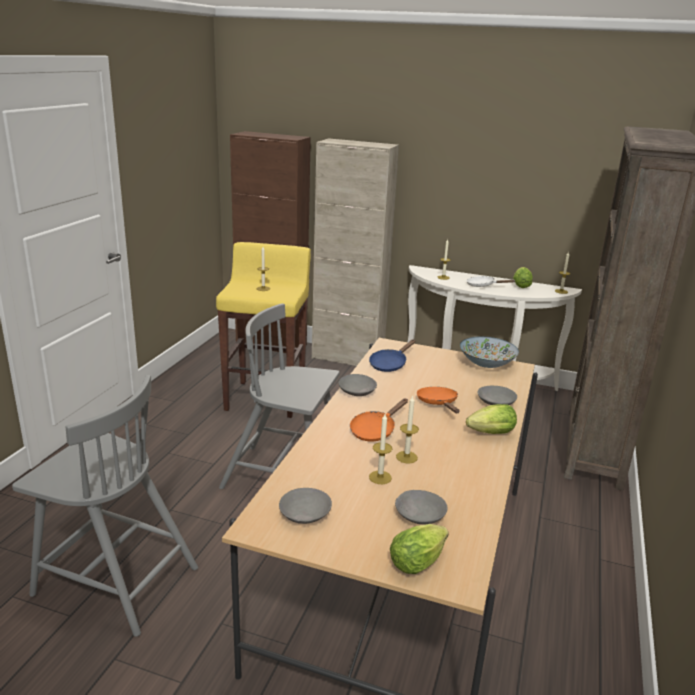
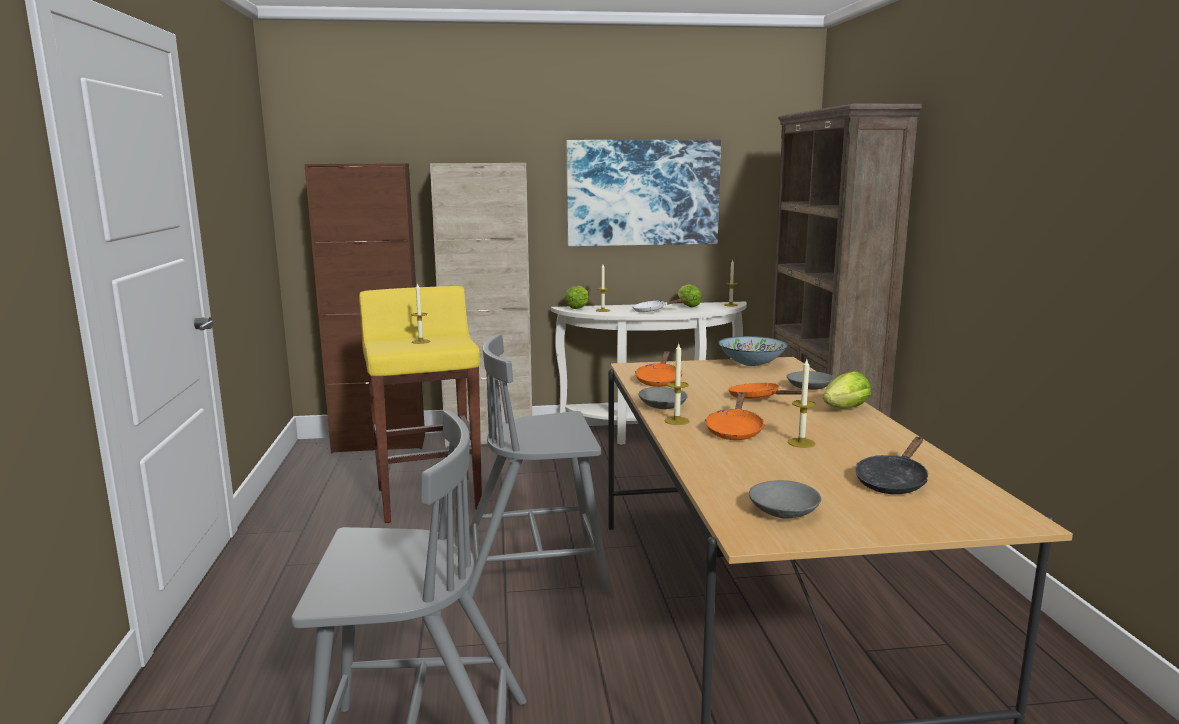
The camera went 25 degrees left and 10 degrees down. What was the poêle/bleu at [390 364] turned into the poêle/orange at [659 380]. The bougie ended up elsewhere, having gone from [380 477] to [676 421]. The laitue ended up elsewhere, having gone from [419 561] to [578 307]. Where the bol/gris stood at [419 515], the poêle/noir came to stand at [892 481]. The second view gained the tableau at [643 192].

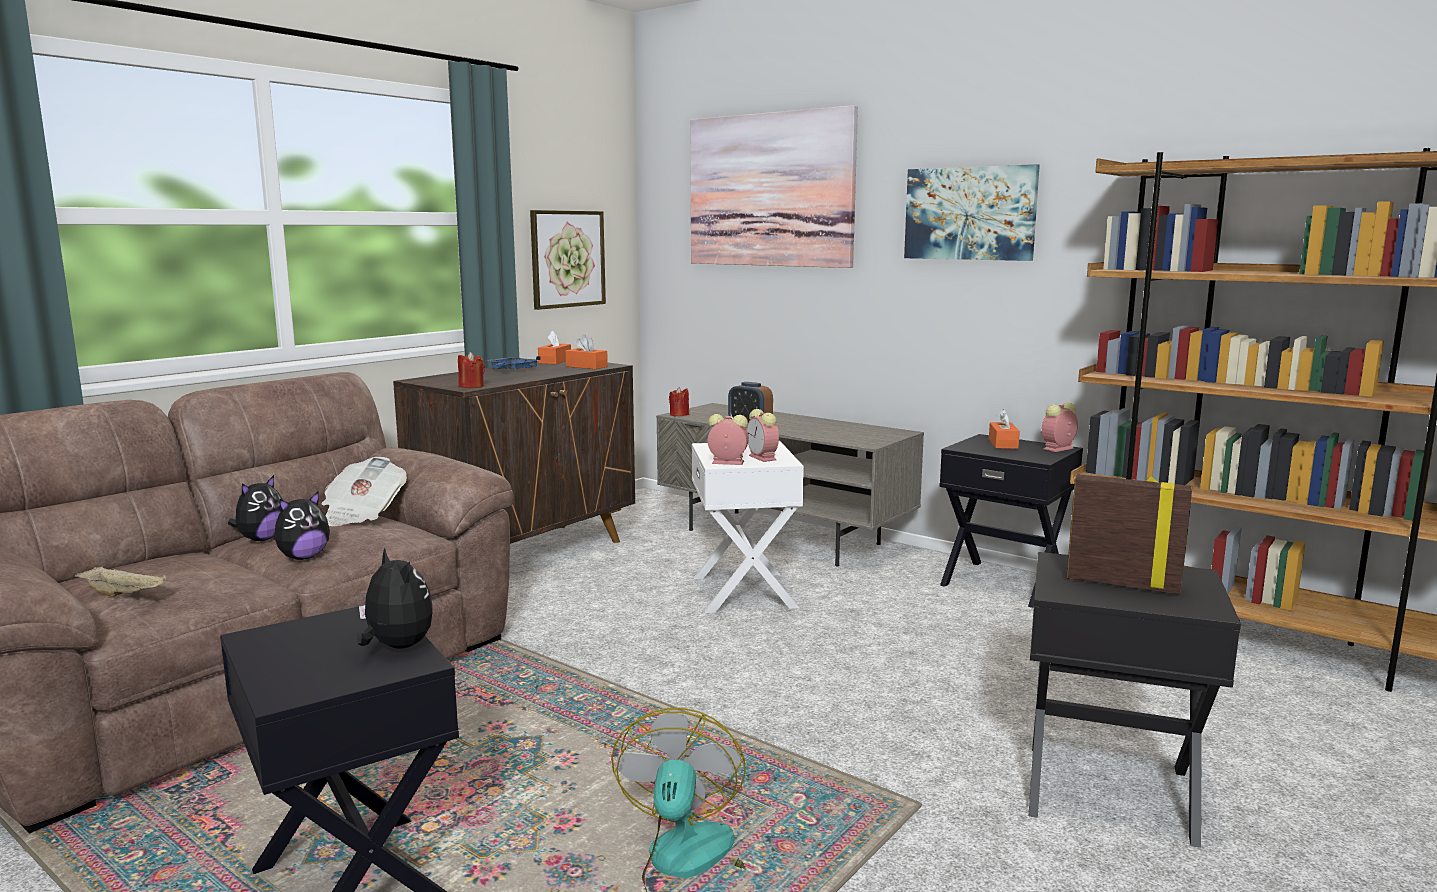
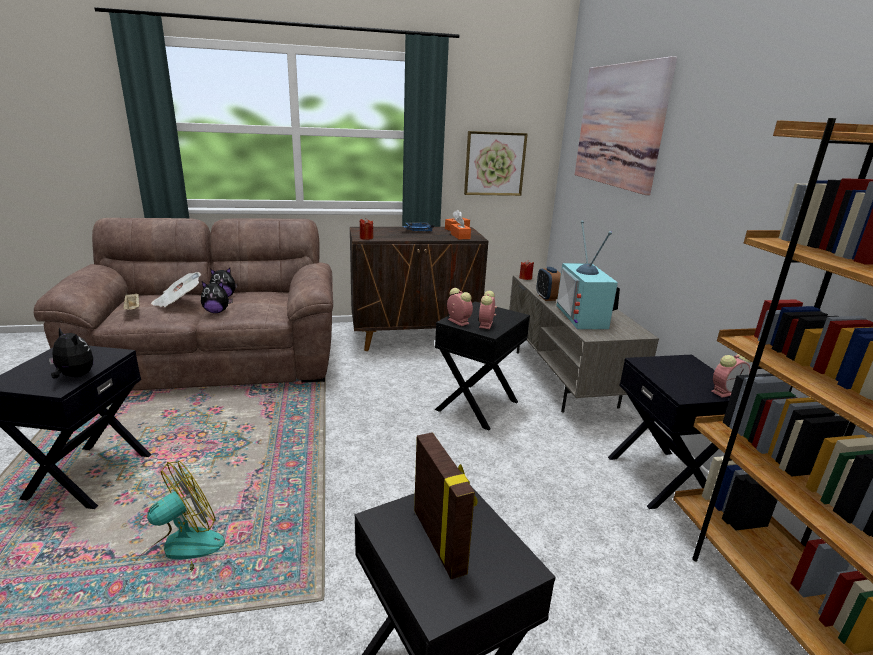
The camera went 40 degrees right and 10 degrees up. The journal ended up elsewhere, having gone from [362 514] to [178 302]. The peluche at [396 647] ended up facing another way, 60 degrees counterclockwise from before. What was the table d'appoint/blanc at [746 592] turned into the table d'appoint/noir at [478 406]. The second view lost the tableau at [970 213]. The second view lost the boîte à mouchoirs/orange at [1003 444]. The réveil at [1057 449] ended up facing another way, 150 degrees clockwise from before. The second view gained the téléviseur at [585 317].

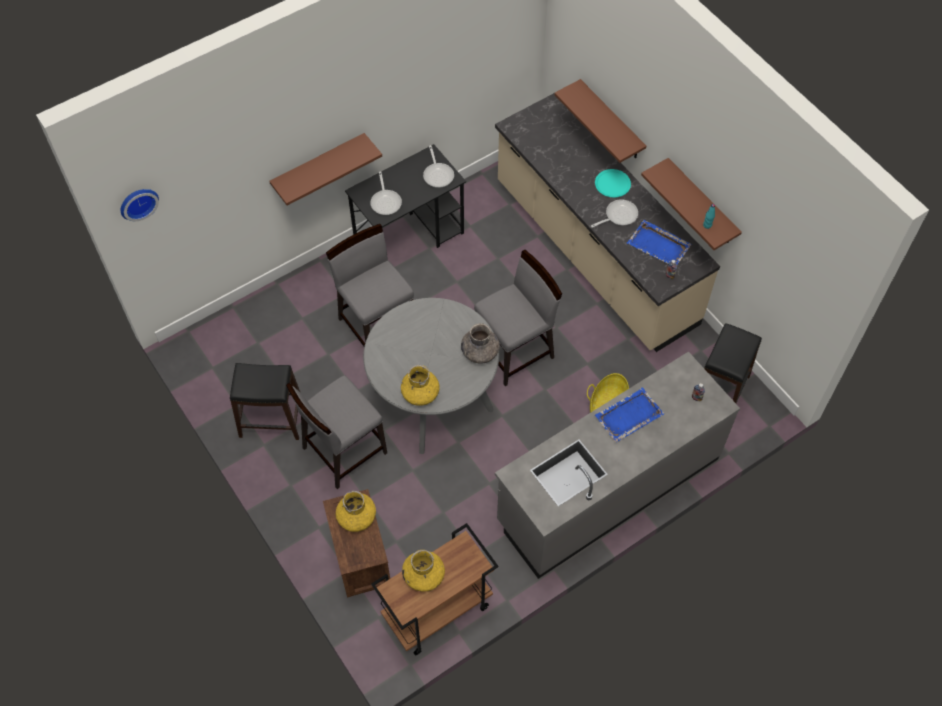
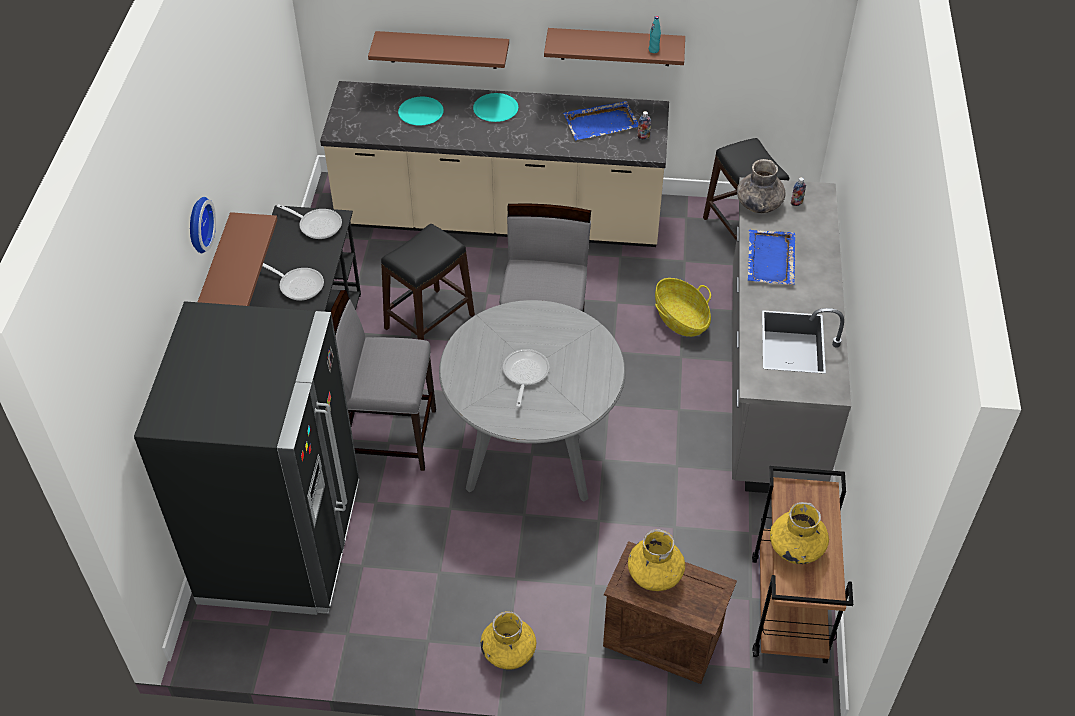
The camera went 50 degrees left and 10 degrees down. The horloge murale ended up elsewhere, having gone from [138 202] to [197 224]. The tabouret/noir ended up elsewhere, having gone from [272 420] to [430 322]. The second view lost the chaise/gris at [343 450]. The vase/jaune ended up elsewhere, having gone from [420 393] to [508 651]. The vase/gris ended up elsewhere, having gone from [480 352] to [758 203]. The poêle ended up elsewhere, having gone from [618 216] to [524 374]. The second view gained the réfrigérateur/noir at [281 543]. The second view gained the assiette/turquoise at [421 112].

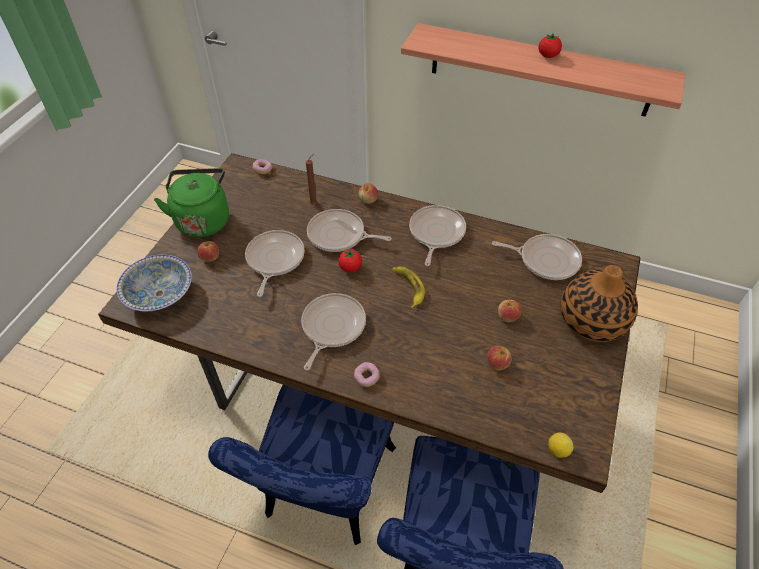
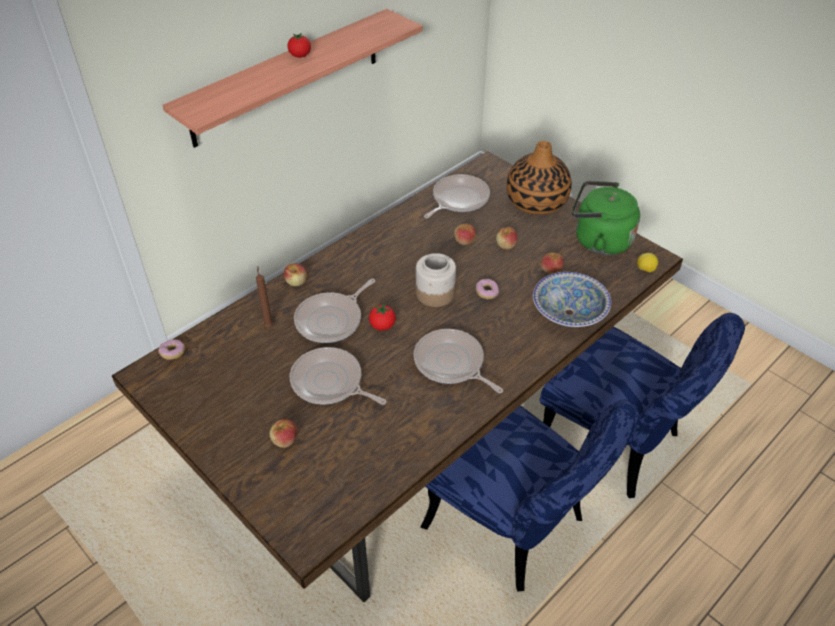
The camera went 65 degrees left and 5 degrees down. The bol ended up elsewhere, having gone from [159 294] to [569 312]. The bouilloire/vert ended up elsewhere, having gone from [203 219] to [598 240]. The beignet ended up elsewhere, having gone from [366 377] to [487 293]. Where the banane stood at [408 287], the bocal came to stand at [435 294]. The second view lost the poêle at [436 233]. The second view gained the pomme at [464 241].

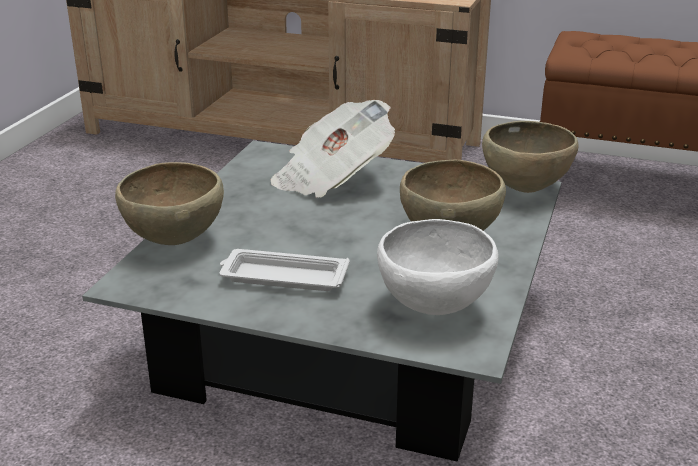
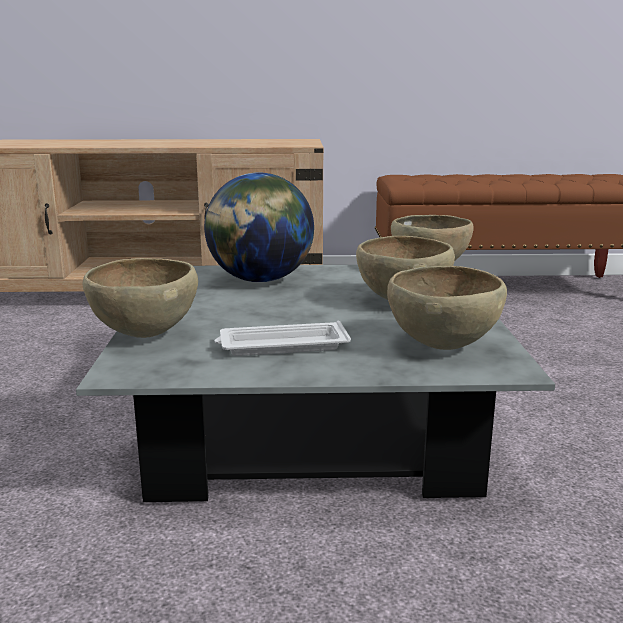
The camera went 20 degrees left and 10 degrees down. Where the journal stood at [332 178], the globe came to stand at [260 280]. What was the bol/blanc at [435 307] turned into the bol/marron at [443 346].

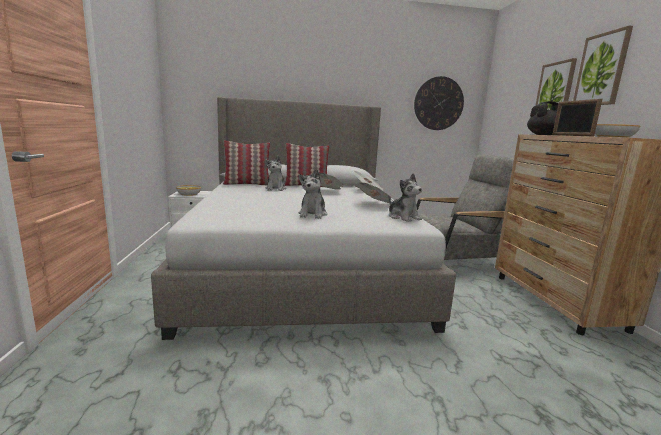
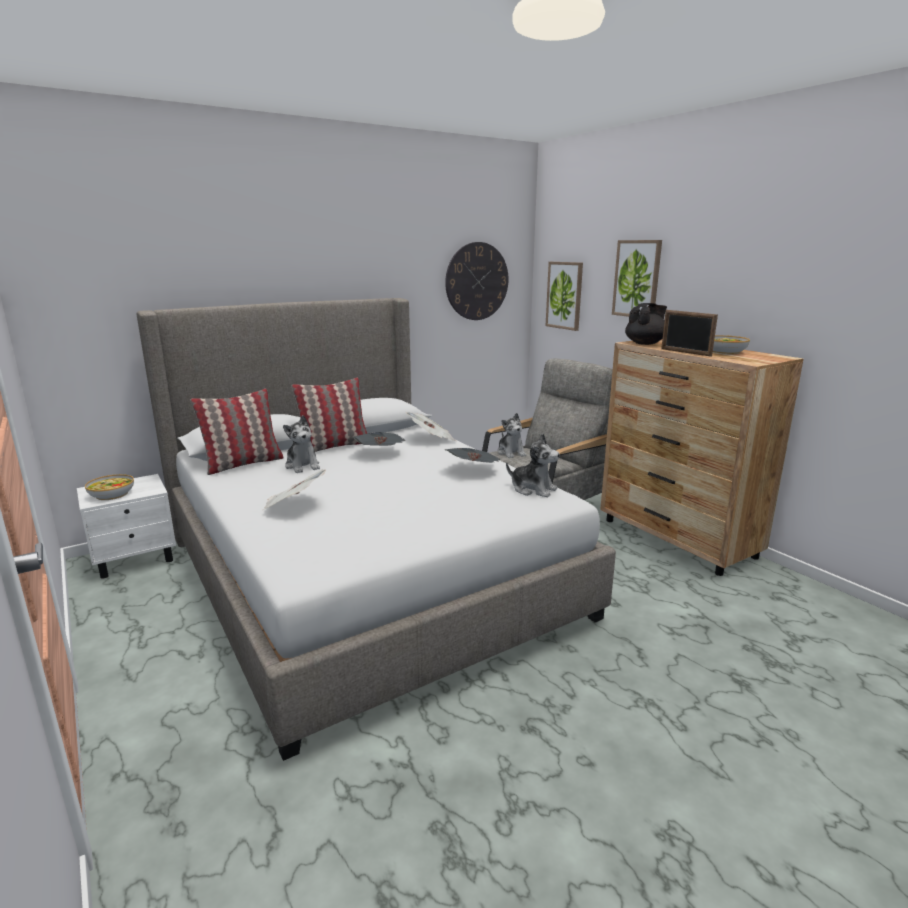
The camera went 25 degrees left and 5 degrees up. The peluche ended up elsewhere, having gone from [312 214] to [511 453]. The tableau ended up elsewhere, having gone from [601 69] to [564 295]. The second view gained the journal at [294 505].

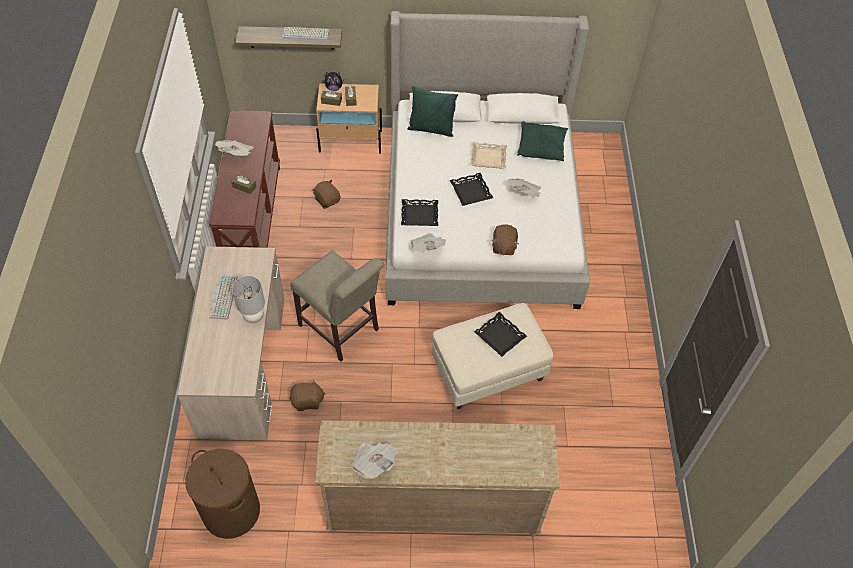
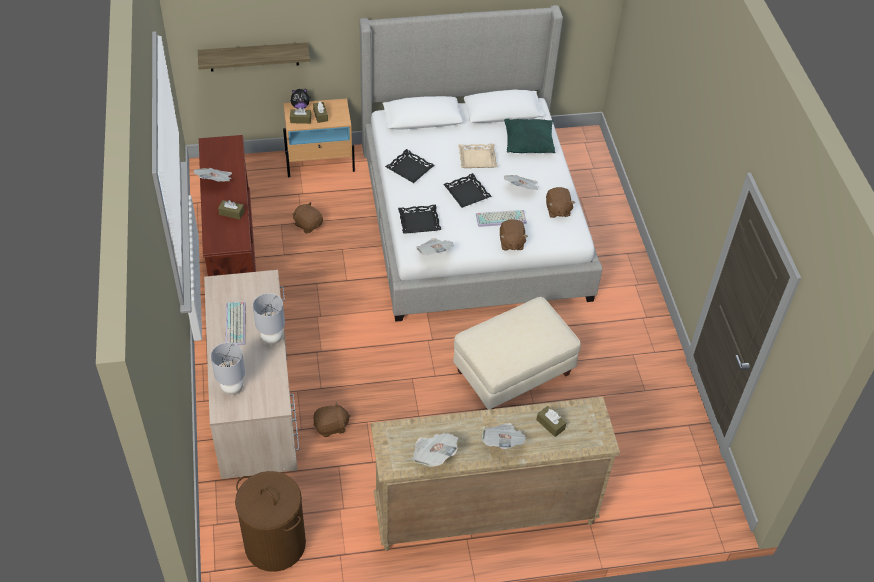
The camera went 10 degrees left and 5 degrees down. The clavier ended up elsewhere, having gone from [306 34] to [501 218]. The second view lost the chaise/beige at [341 330]. The second view lost the coussin/vert at [431 129]. The plateau/noir ended up elsewhere, having gone from [500 336] to [410 169]. The second view gained the lampe de table/gris at [232 388]. The second view gained the journal at [502 442]. The second view gained the boîte à mouchoirs/marron at [550 424]. The second view gained the peluche/marron at [557 210].

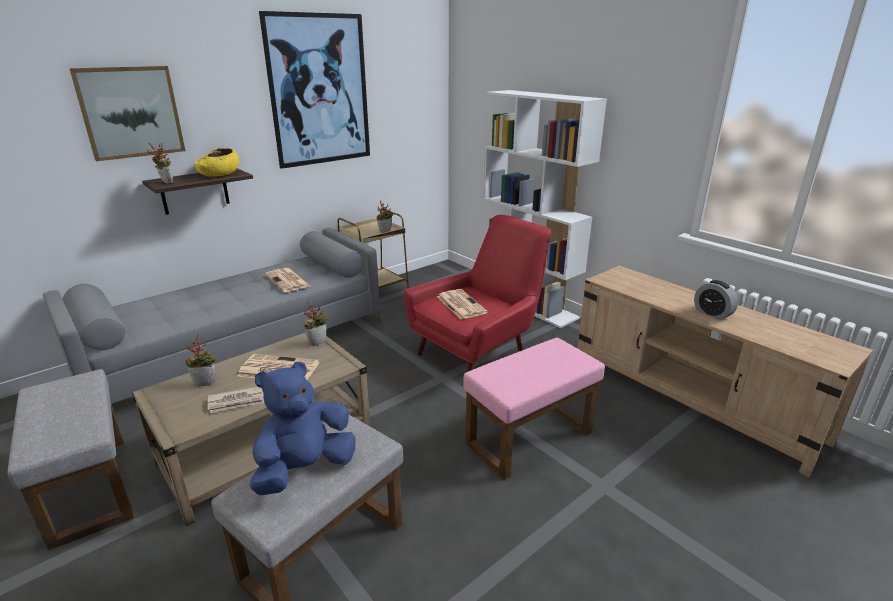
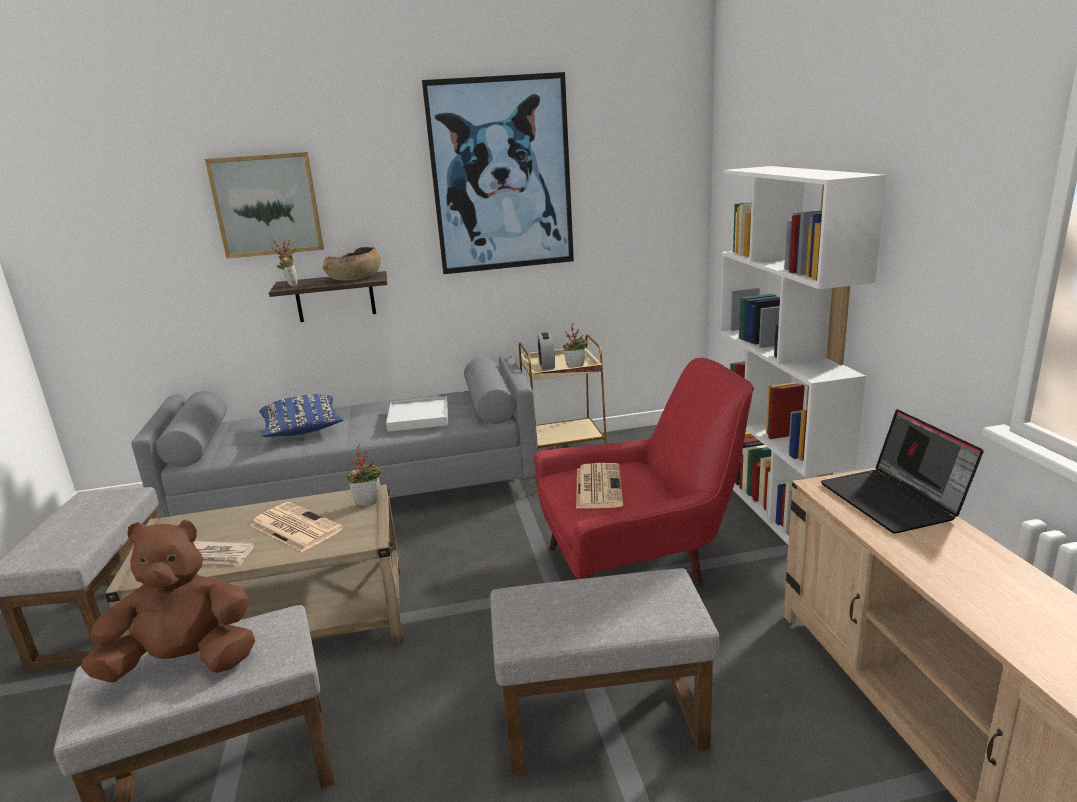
The camera went 30 degrees right and 5 degrees down. The second view lost the plante en pot at [206 382]. What was the bol/jaune at [220 174] turned into the bol/marron at [355 278]. What was the peluche/bleu at [305 469] turned into the peluche/marron at [185 663]. Where the journal stood at [288 280], the plateau/blanc came to stand at [419 417]. What was the pouf/rose at [529 439] turned into the pouf/gris at [600 724]. The réveil ended up elsewhere, having gone from [712 314] to [547 365]. The second view gained the coussin/bleu at [302 430]. The second view gained the ordinateur portable at [894 501].

